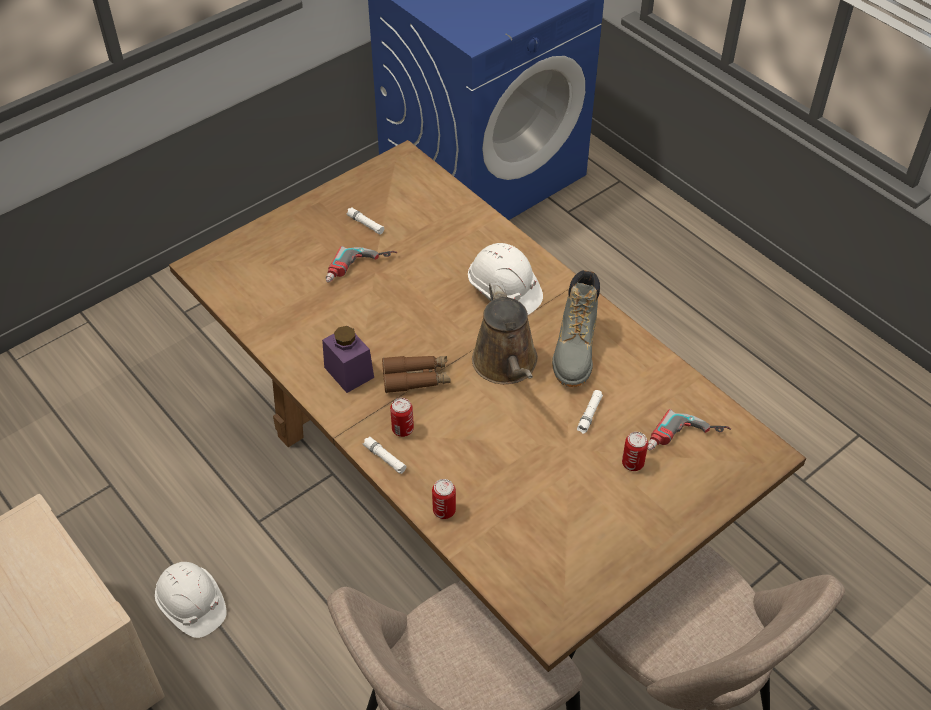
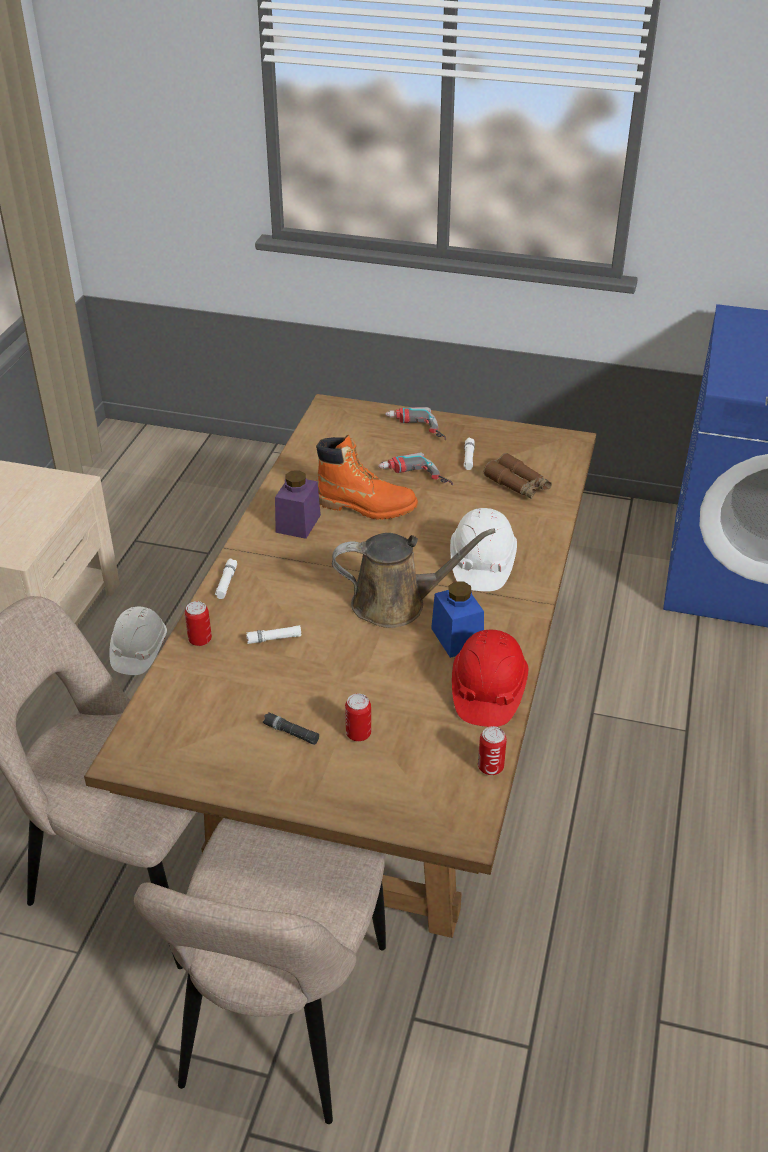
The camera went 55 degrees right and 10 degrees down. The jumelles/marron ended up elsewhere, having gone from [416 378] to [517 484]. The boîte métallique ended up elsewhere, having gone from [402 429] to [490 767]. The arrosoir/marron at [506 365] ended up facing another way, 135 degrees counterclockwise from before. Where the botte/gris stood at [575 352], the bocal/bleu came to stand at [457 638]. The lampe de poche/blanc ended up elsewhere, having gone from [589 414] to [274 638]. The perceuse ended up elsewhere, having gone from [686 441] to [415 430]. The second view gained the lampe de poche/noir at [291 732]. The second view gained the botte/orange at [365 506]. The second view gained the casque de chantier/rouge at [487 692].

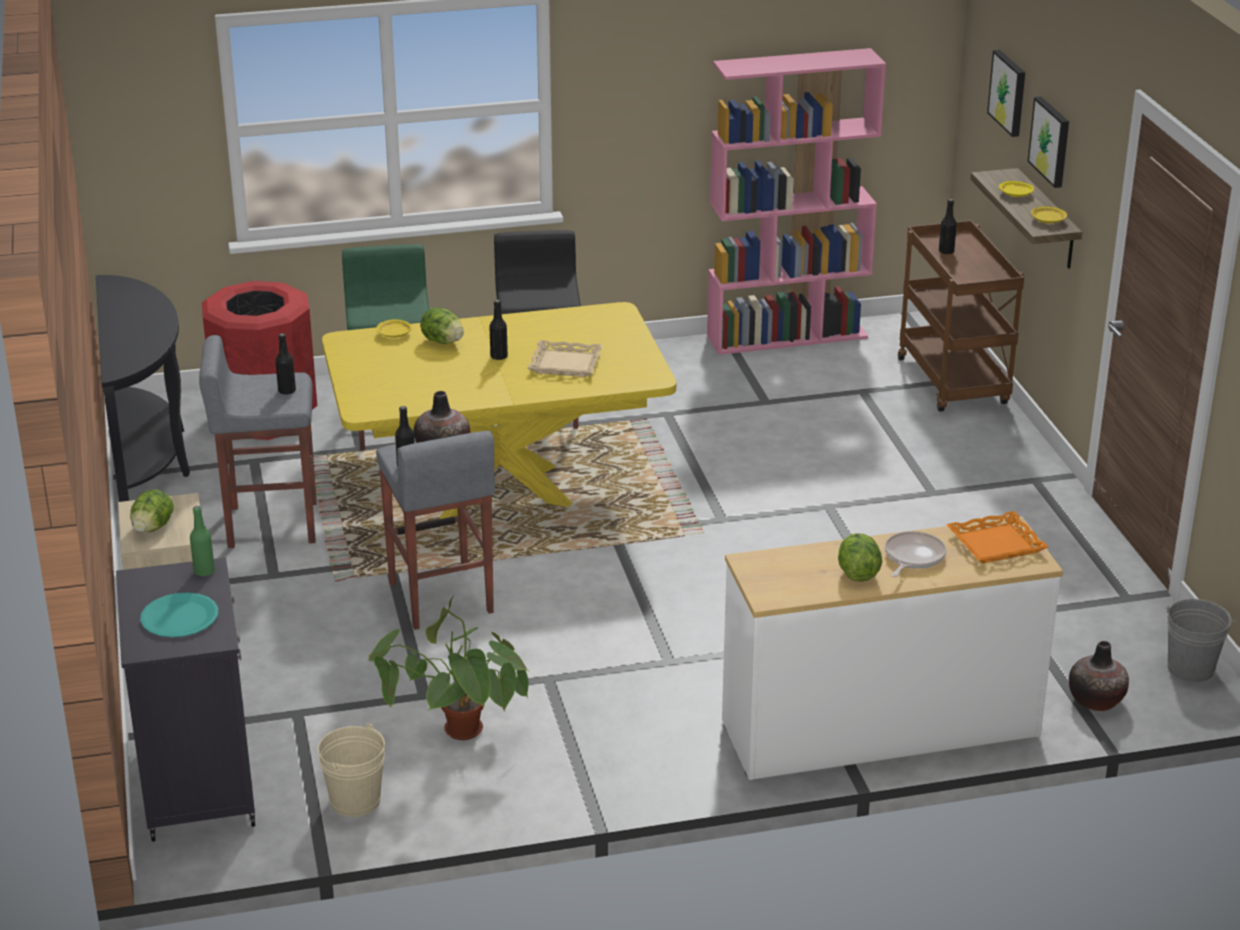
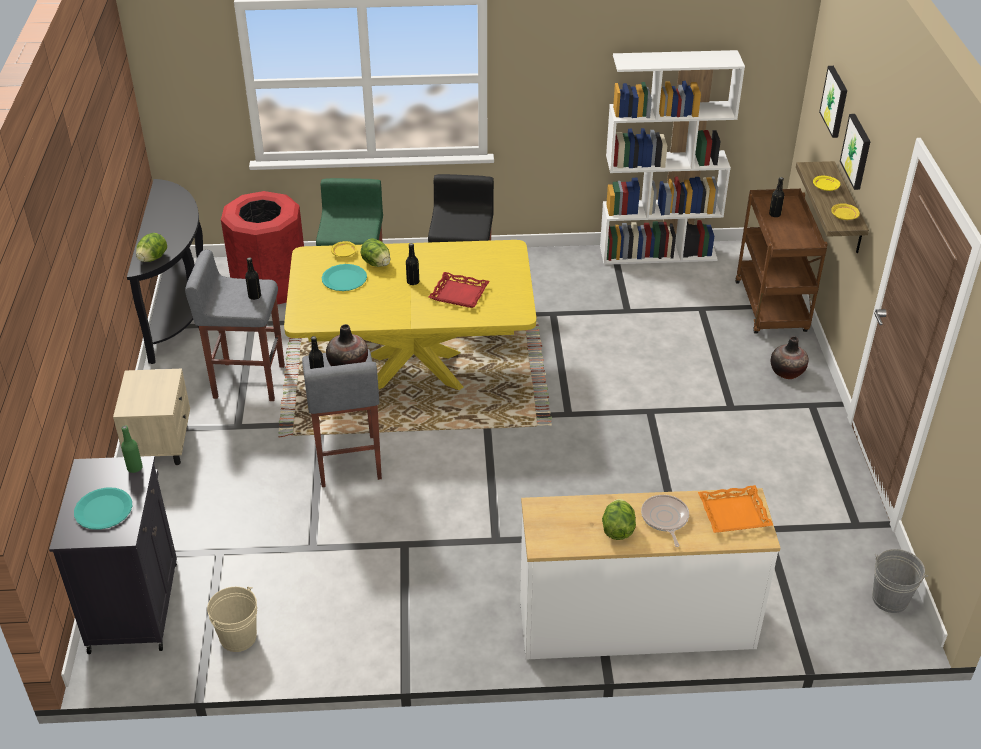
The camera went 10 degrees right and 10 degrees up. The laitue ended up elsewhere, having gone from [152 528] to [153 258]. The second view lost the plante en pot at [457 742]. What was the plateau/beige at [565 364] turned into the plateau/rouge at [459 294]. What was the bibliothèque/rose at [787 336] turned into the bibliothèque/blanc at [658 253]. The poêle at [912 557] ended up facing another way, 45 degrees counterclockwise from before. The vase ended up elsewhere, having gone from [1096 700] to [787 372]. The second view gained the assiette/turquoise at [344 279].

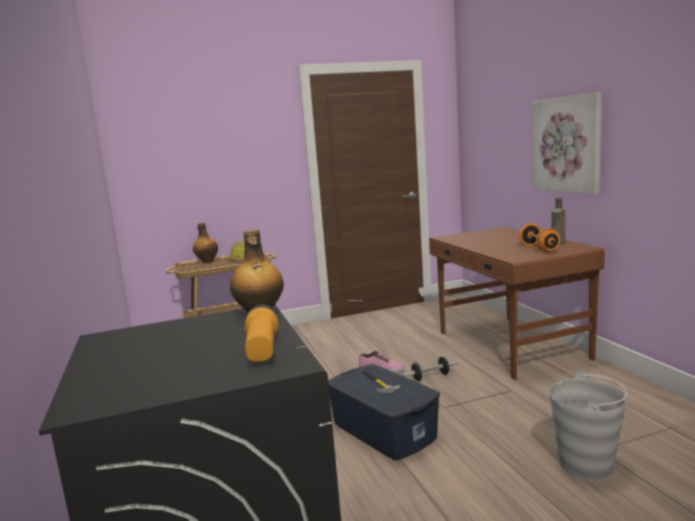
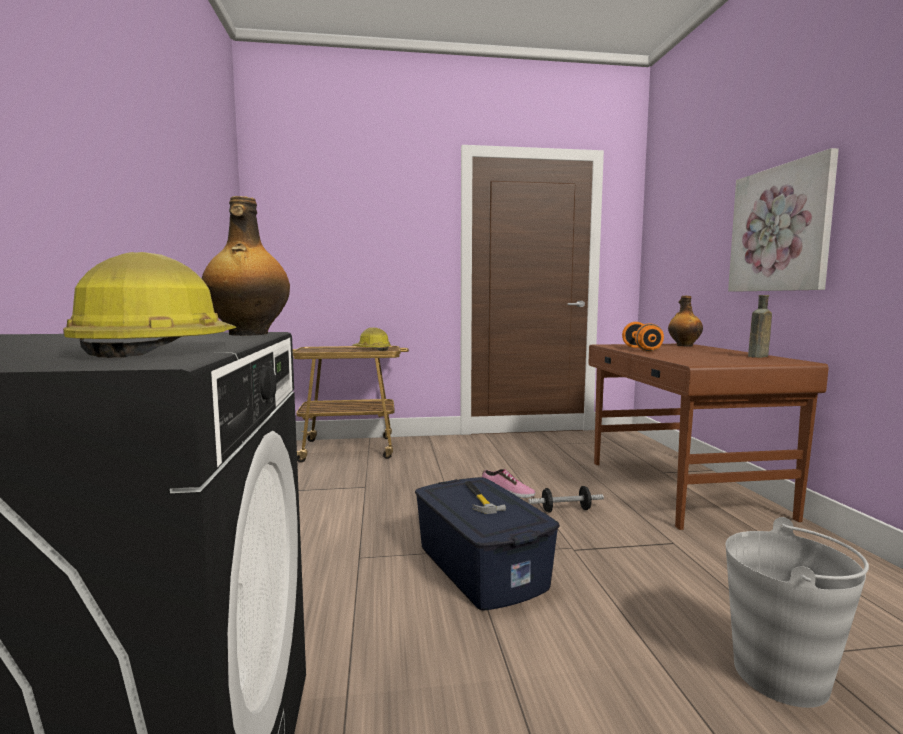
The camera went 10 degrees right and 5 degrees down. The bouteille ended up elsewhere, having gone from [207 261] to [684 345]. Where the lampe de poche stood at [262 349], the casque de chantier came to stand at [159 349]. The haltère/orange ended up elsewhere, having gone from [538 248] to [641 349].

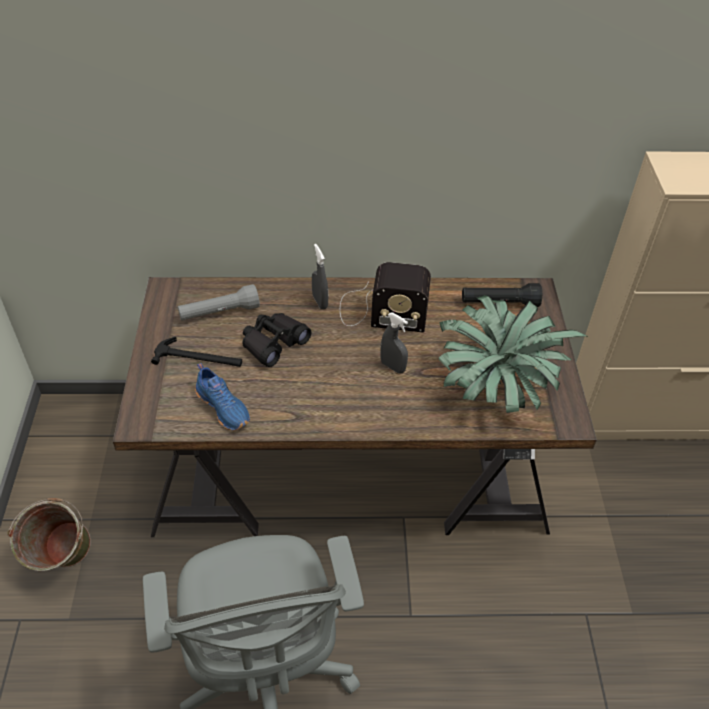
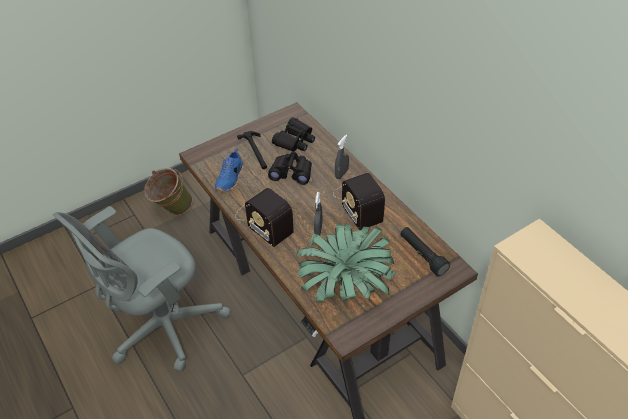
The camera went 60 degrees right and 0 degrees up. Where the lampe de poche/gris stood at [219 313], the jumelles/noir came to stand at [295 140]. The second view gained the radio at [263 220].

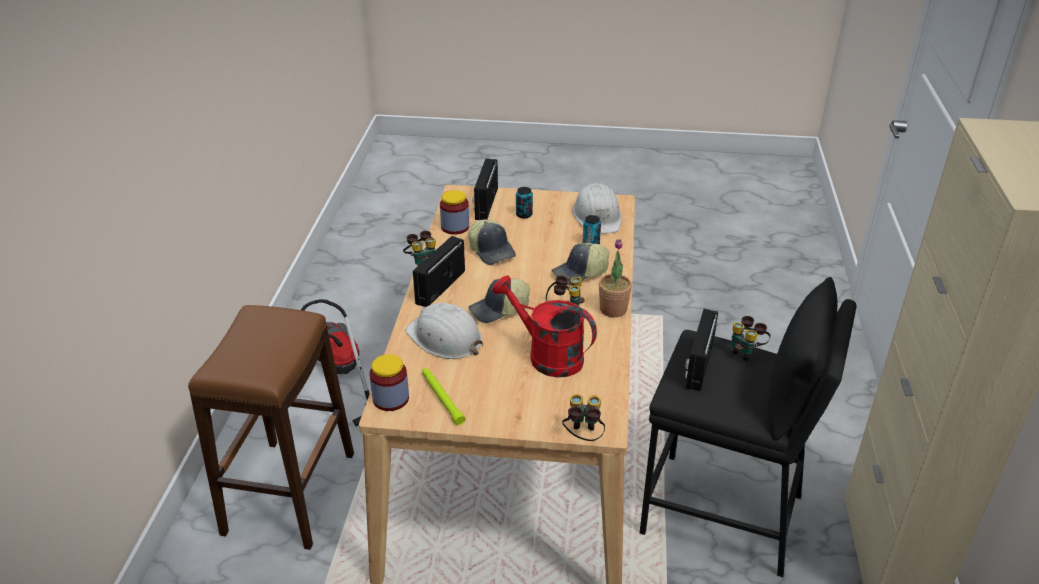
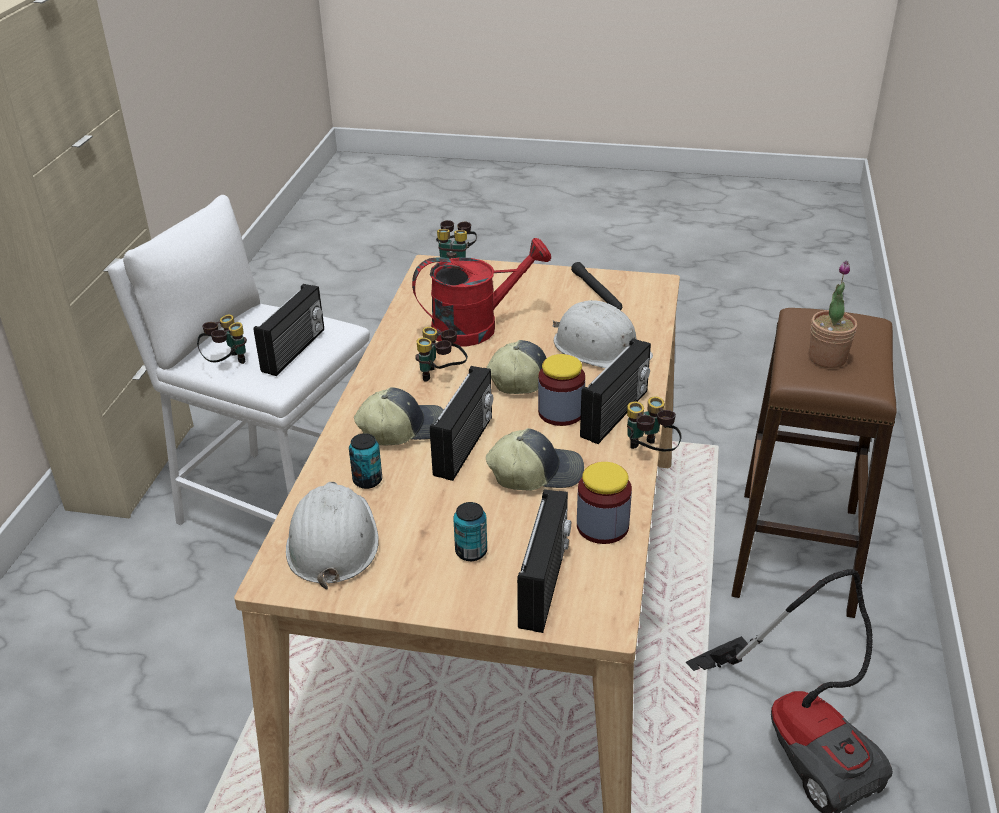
The camera went 175 degrees left and 0 degrees up. The bocal ended up elsewhere, having gone from [391 399] to [561 412]. What was the lampe de poche/vert at [441 398] turned into the lampe de poche/noir at [597 292]. The casquette at [492 251] ended up facing another way, 105 degrees clockwise from before. The arrosoir/rouge at [547 355] ended up facing another way, 60 degrees counterclockwise from before. The plante en pot ended up elsewhere, having gone from [613 309] to [827 358]. What was the tabouret/noir at [722 514] turned into the tabouret/blanc at [279 508]. The second view gained the radio at [465 446].

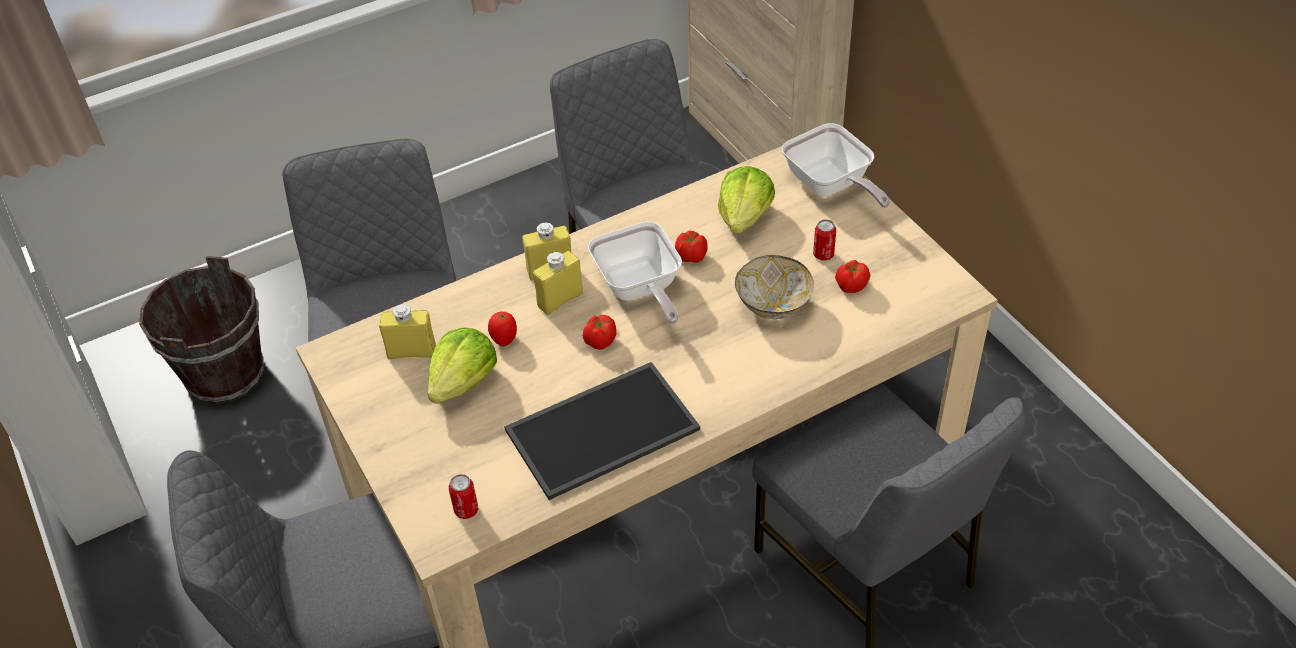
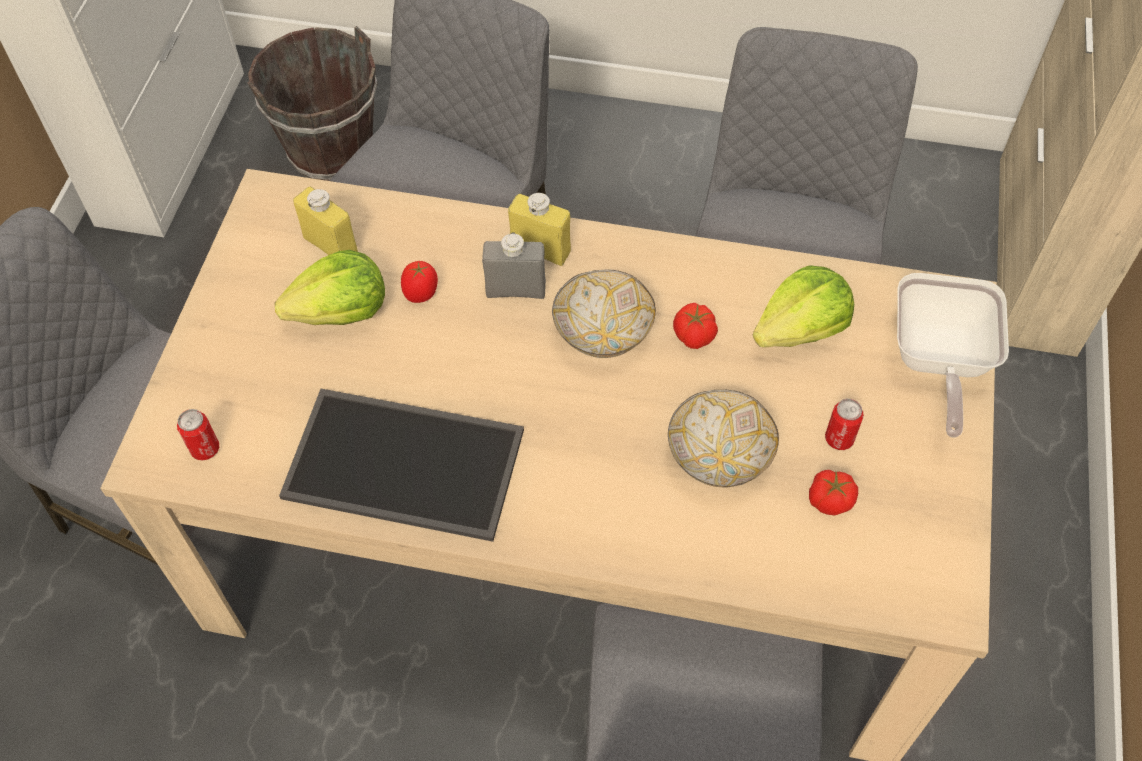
The camera went 40 degrees right and 10 degrees up. What was the bouteille/jaune at [560 300] turned into the bouteille/gris at [516 290]. The second view lost the tomate at [600 341]. Where the poêle stood at [639 290], the bol came to stand at [602 335].

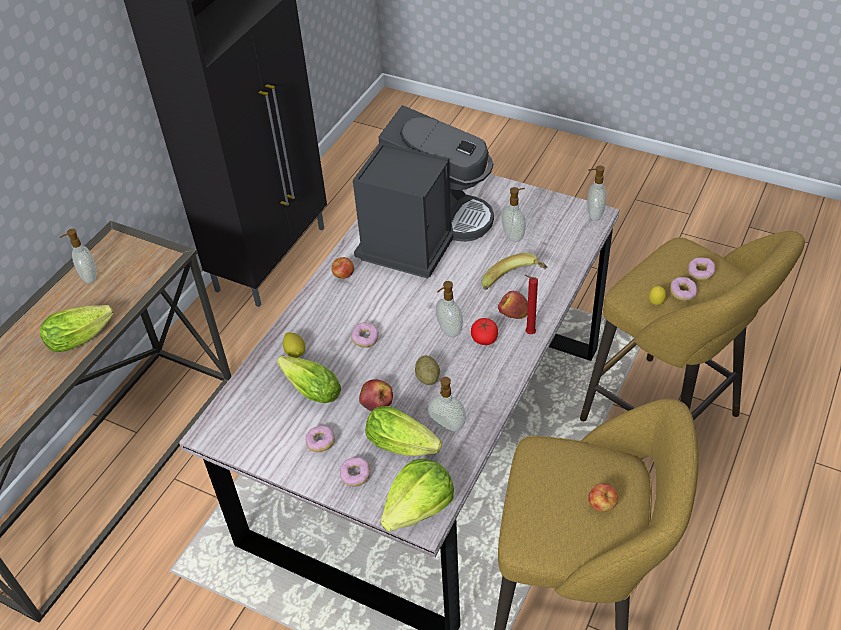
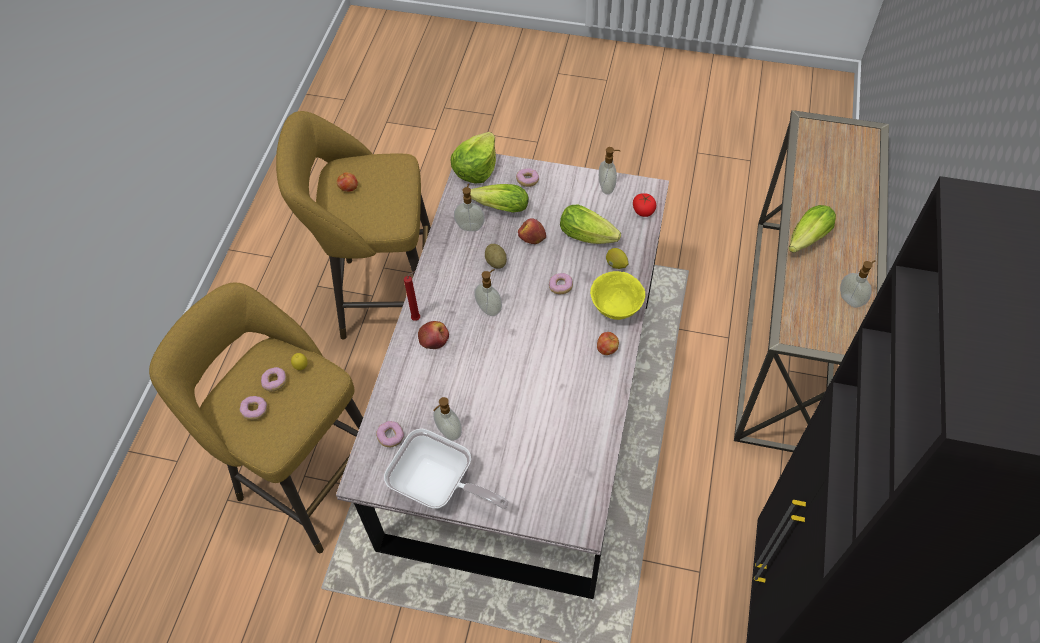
The camera went 165 degrees right and 10 degrees up. The beignet ended up elsewhere, having gone from [321 443] to [391 437]. The second view lost the machine à café at [423 233]. The tomate ended up elsewhere, having gone from [484 338] to [643 210]. The second view lost the banane at [515 284]. The distributeur de savon ended up elsewhere, having gone from [594 214] to [607 187]. The second view gained the poêle at [439 486]. The second view gained the bol/jaune at [616 308].

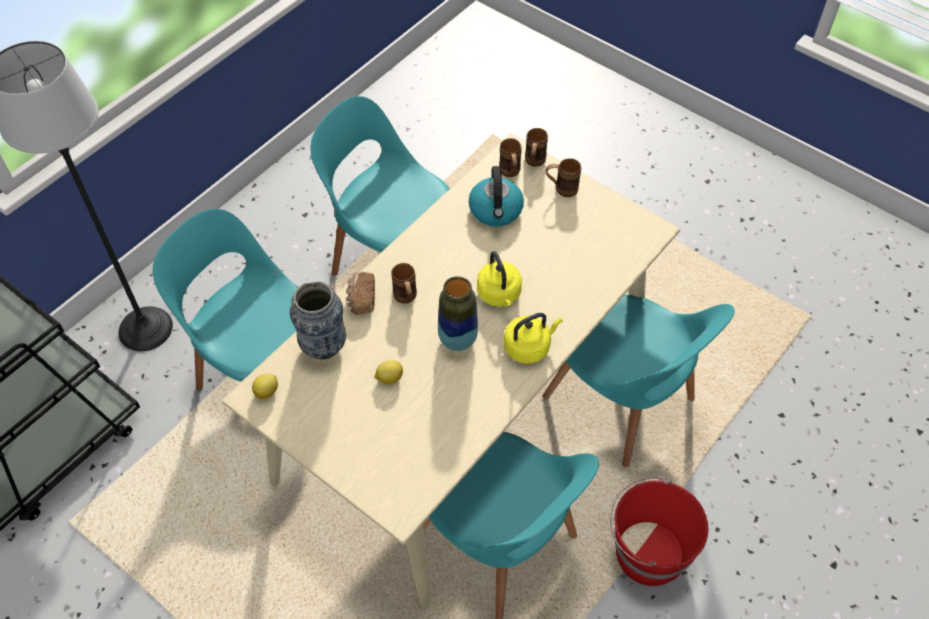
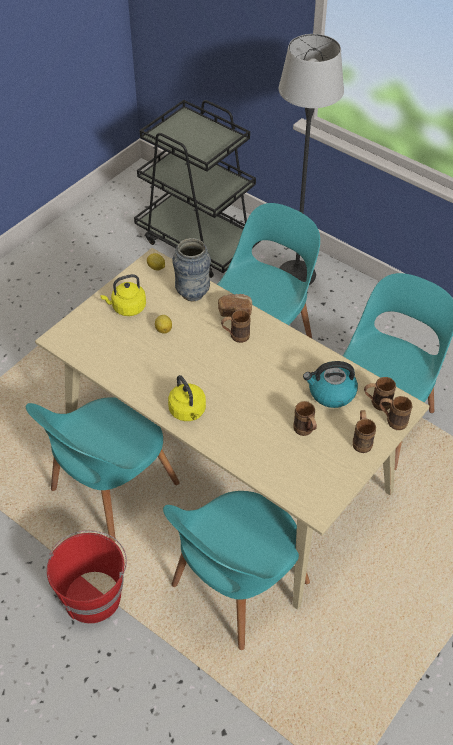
The camera went 90 degrees right and 5 degrees down. The second view lost the vase at [458 340]. The bouilloire/jaune ended up elsewhere, having gone from [499 295] to [127 308]. The second view gained the mug/marron at [305 432].

